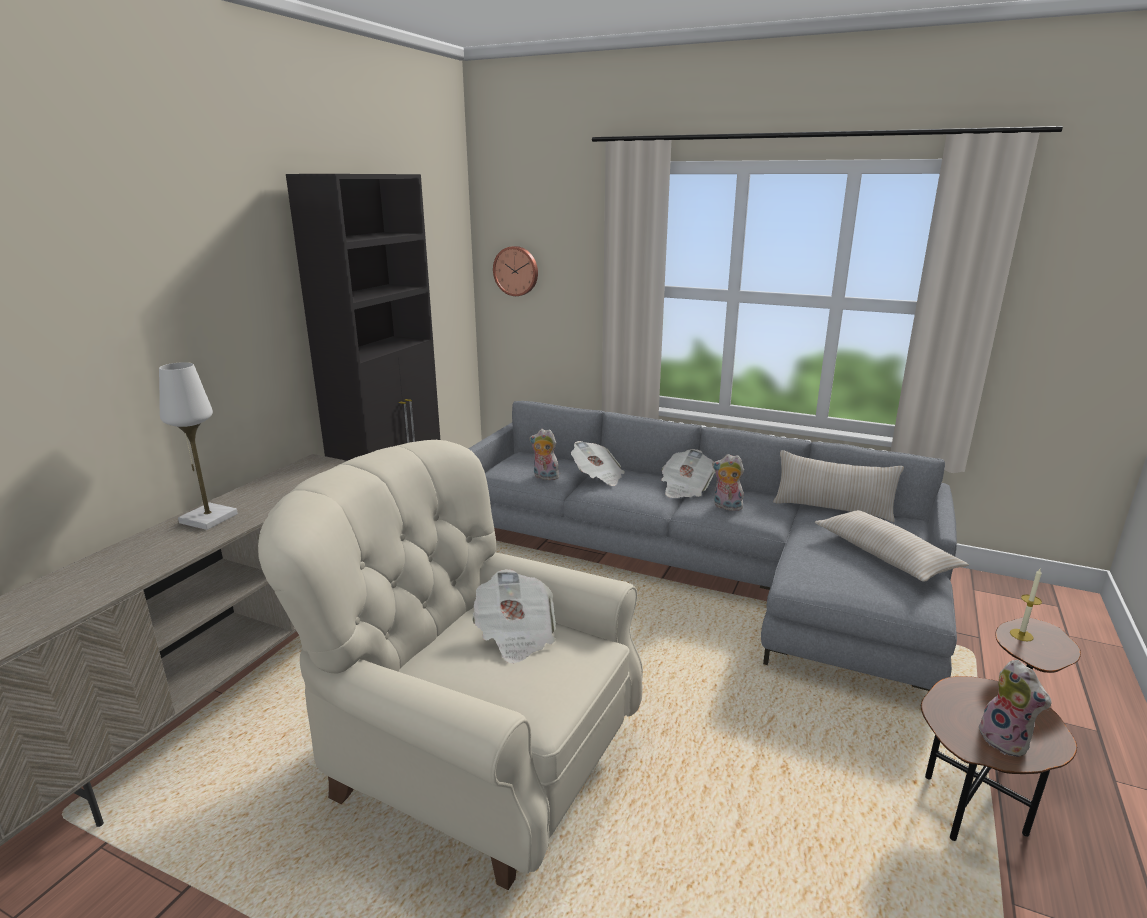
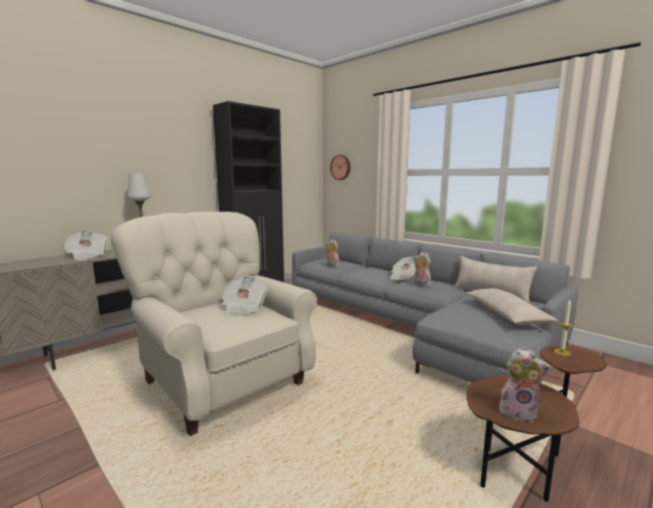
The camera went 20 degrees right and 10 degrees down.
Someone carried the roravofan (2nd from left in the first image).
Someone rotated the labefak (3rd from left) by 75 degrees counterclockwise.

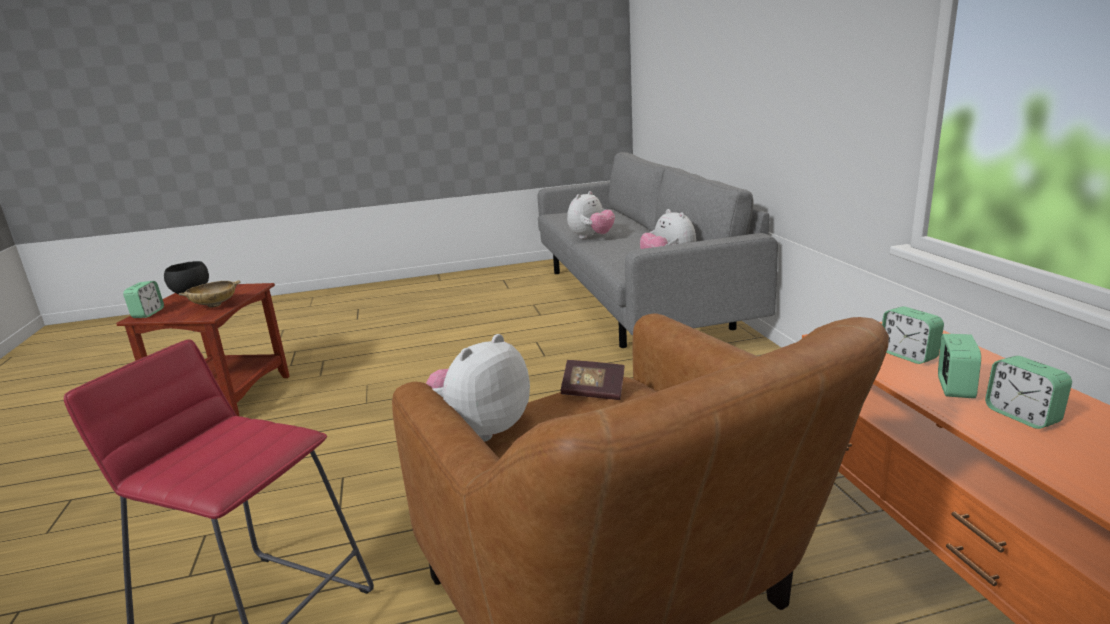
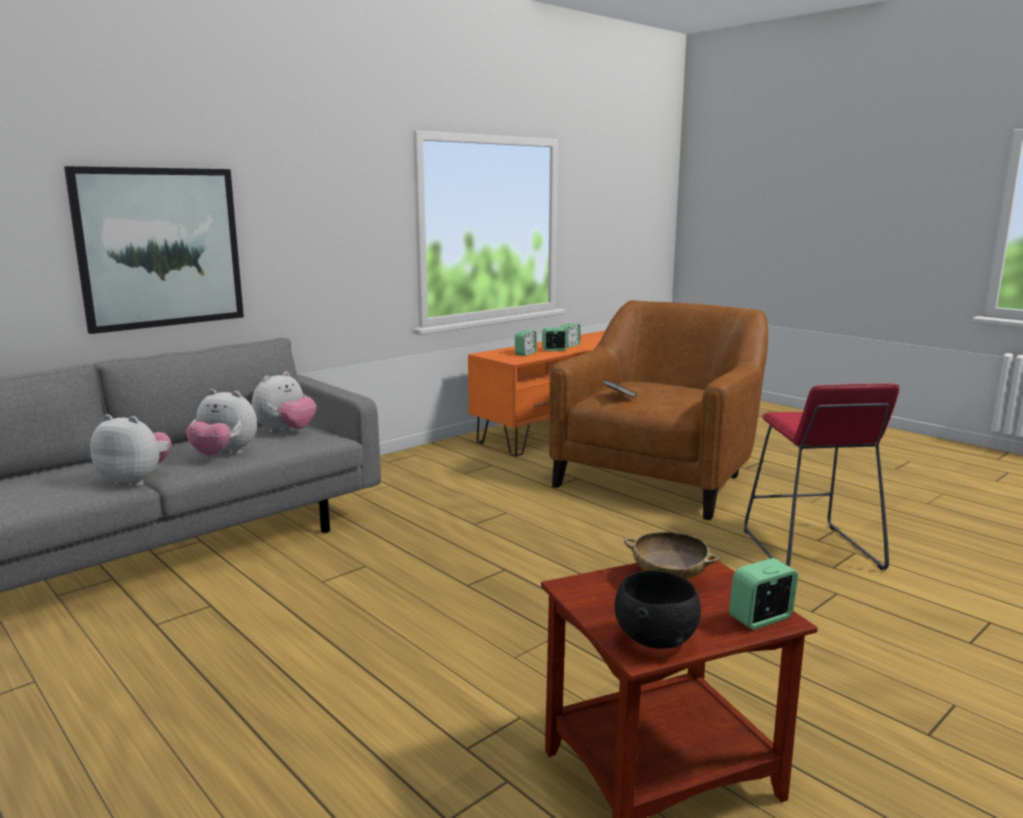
The camera went 120 degrees left and 5 degrees down.
Someone carried the labefak (1st from left in the first image).
Someone put up the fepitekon.

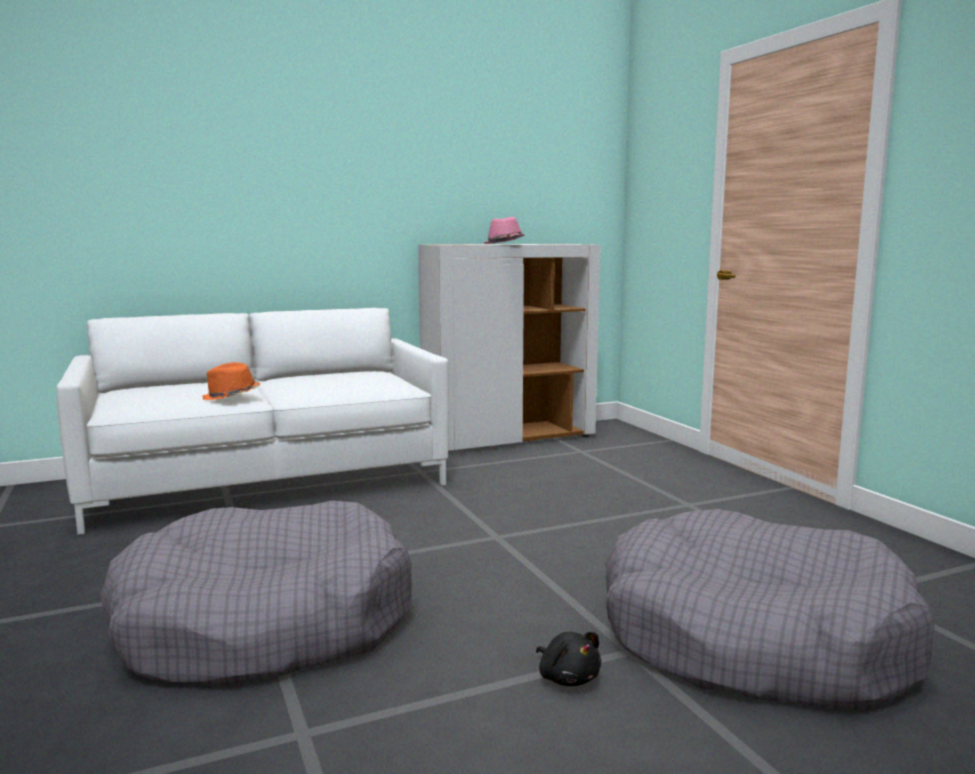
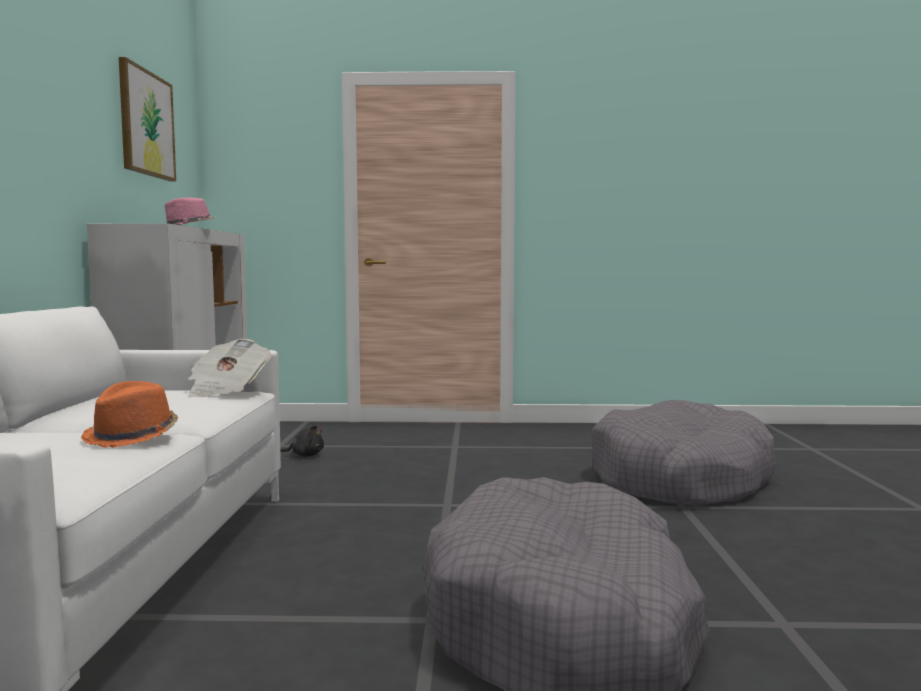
The camera went 65 degrees left and 5 degrees down.
Someone carried the black labefak.
Someone put up the fepitekon.
Someone put down the roravofan.

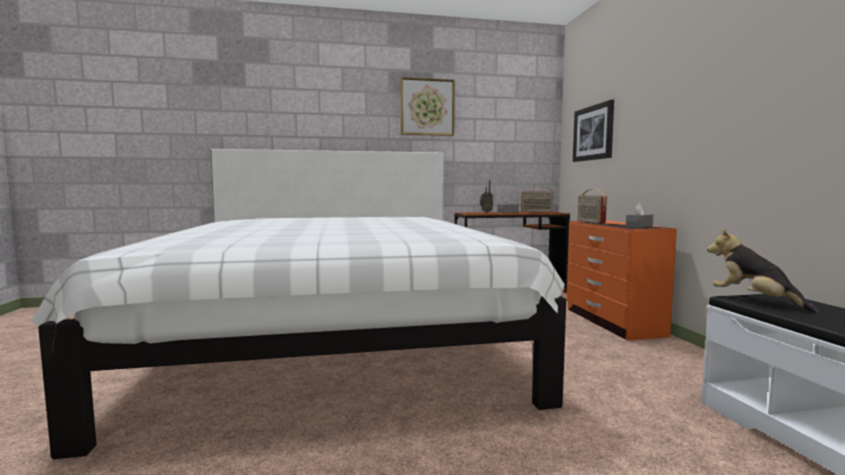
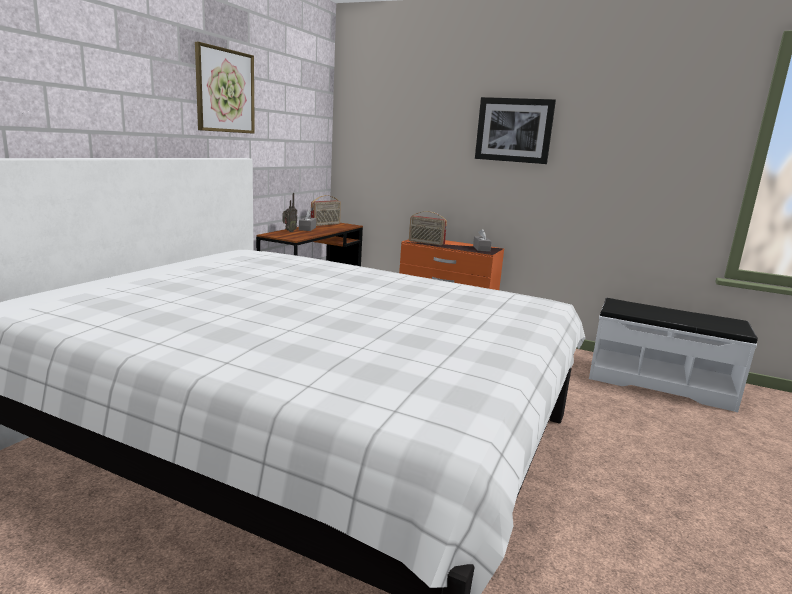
The camera went 55 degrees left and 10 degrees up.
Someone carried the fepitekon (2nd from left).
Someone took away the labefak.

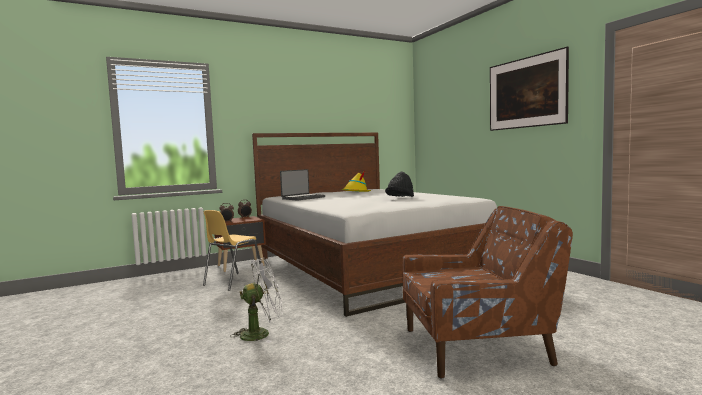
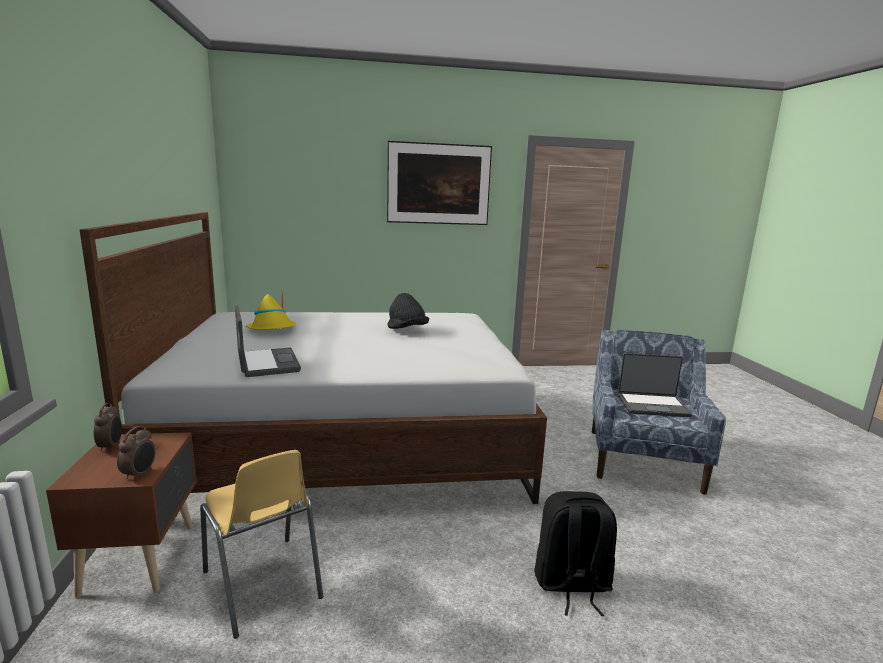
The camera went 70 degrees left and 10 degrees up.
Someone swapped the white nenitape for the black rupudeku.
Someone repainted the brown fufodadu, which became the blue fufodadu.
Someone put down the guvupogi (2nd from left).

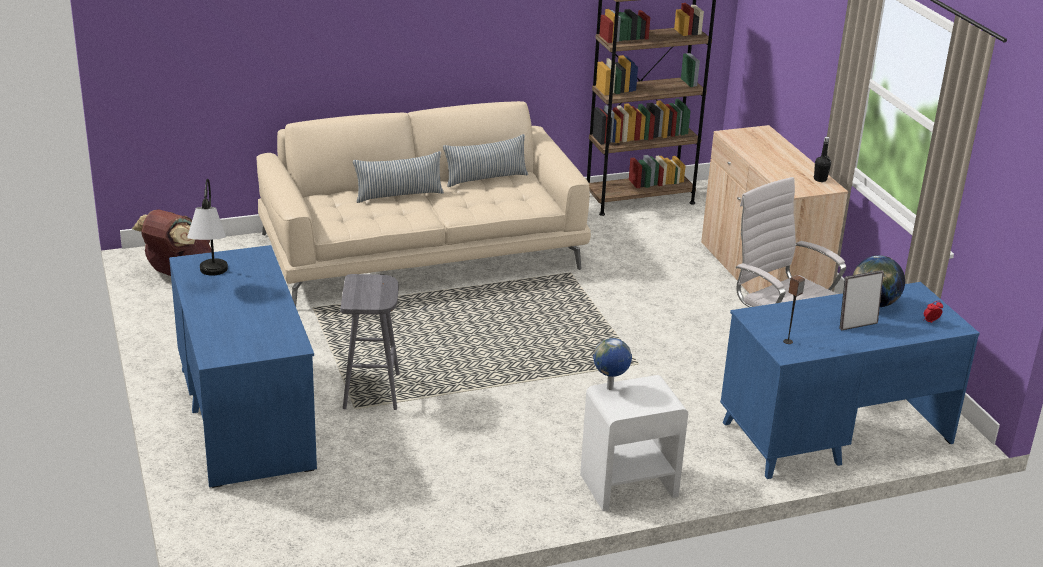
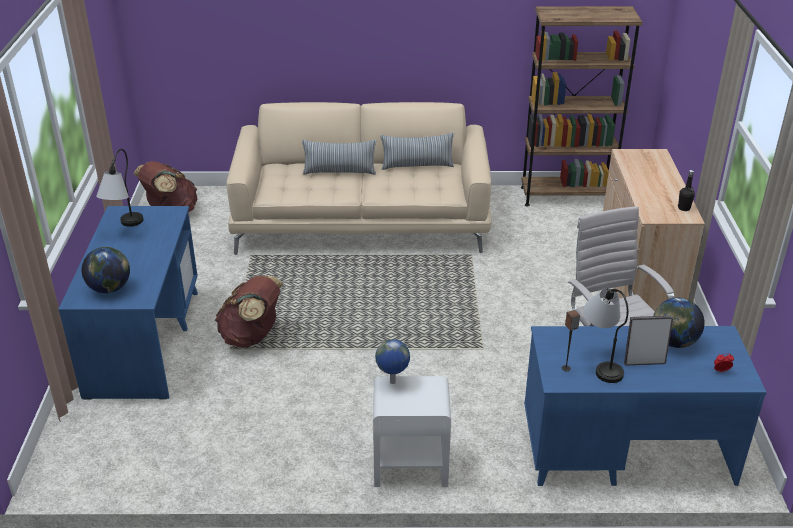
The camera went 20 degrees right and 5 degrees up.
Someone swapped the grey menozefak for the brown rupudeku (2nd from left).
Someone put down the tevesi (1st from left).
Someone put down the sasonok (2nd from left).

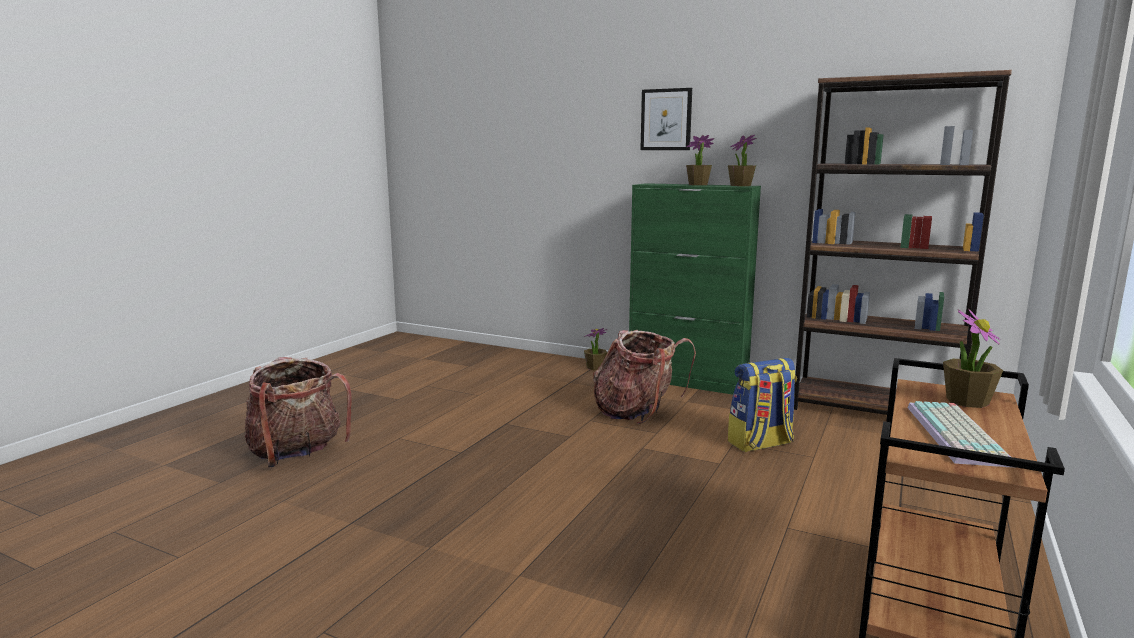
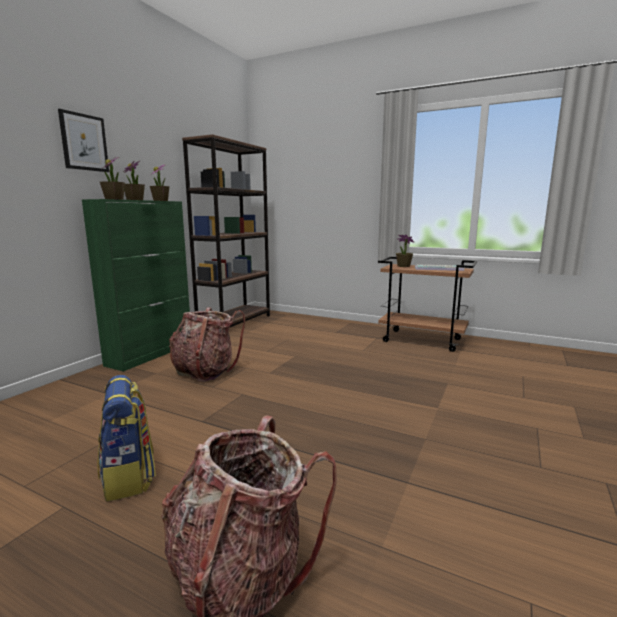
The camera went 90 degrees left and 0 degrees up.
Someone carried the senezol (1st from left).
Someone carried the rupudeku (3rd from left in the first image).

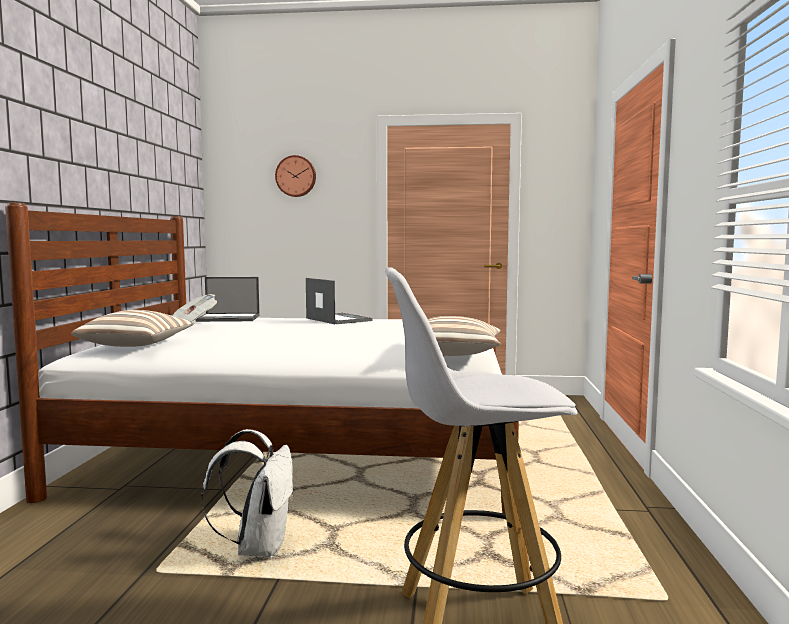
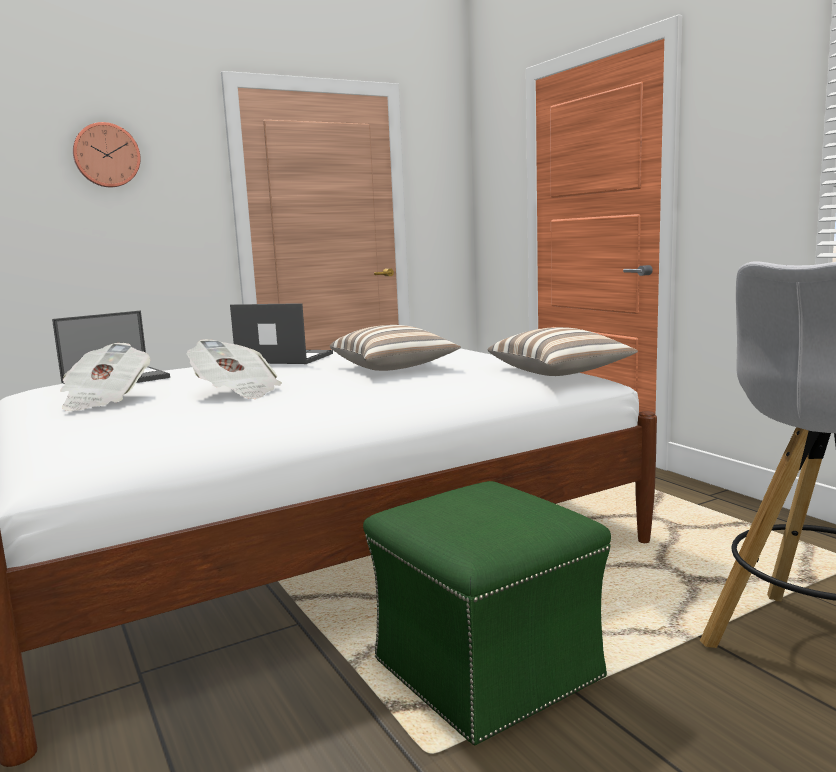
The camera went 35 degrees left and 5 degrees up.
Someone carried the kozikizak (1st from left).
Someone swapped the white rupudeku for the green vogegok.
Someone put down the roravofan (2nd from left).

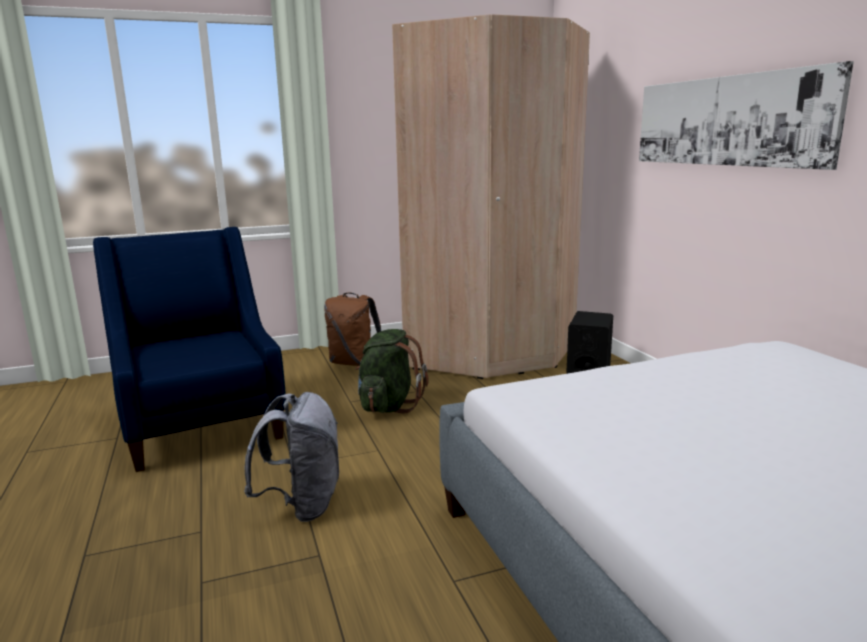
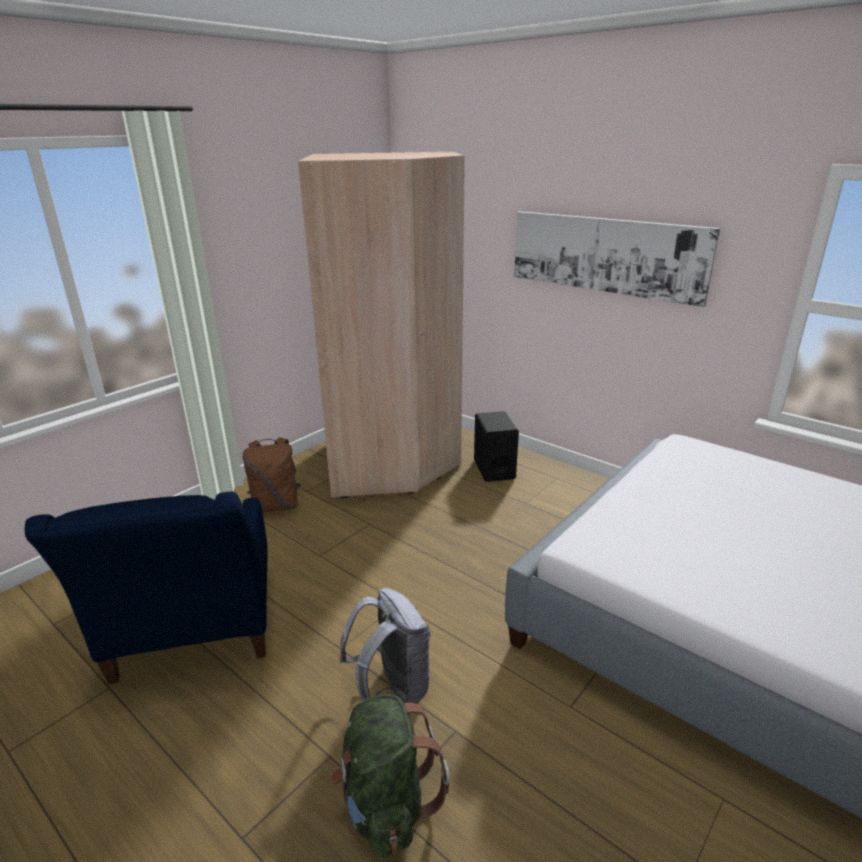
The camera went 30 degrees left and 10 degrees up.
Someone rotated the blue fufodadu by 135 degrees counterclockwise.
Someone carried the green rupudeku.

